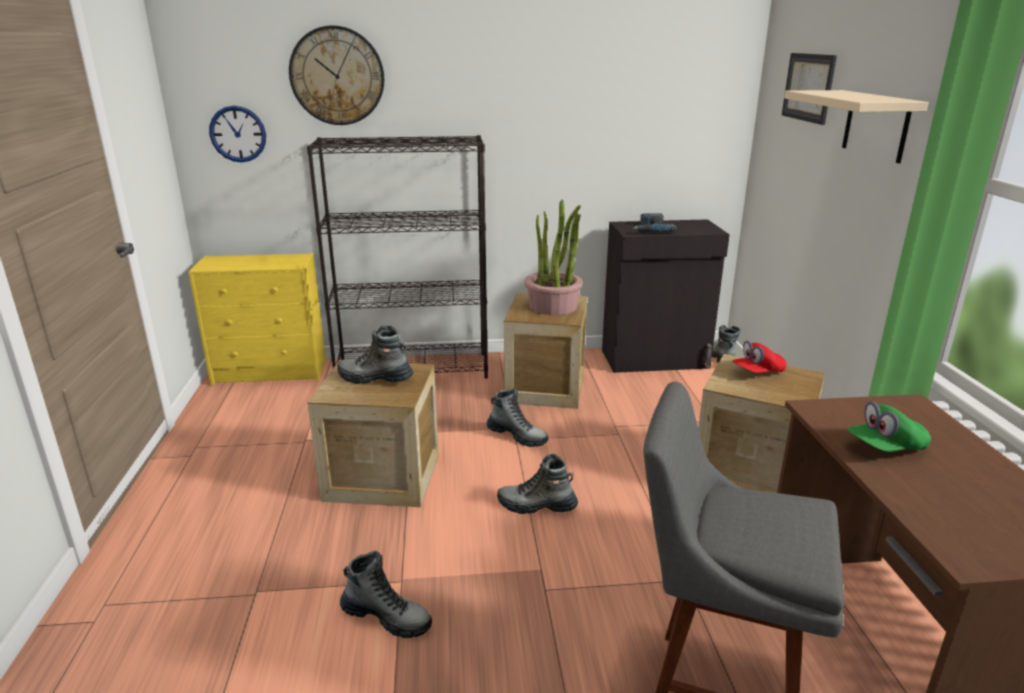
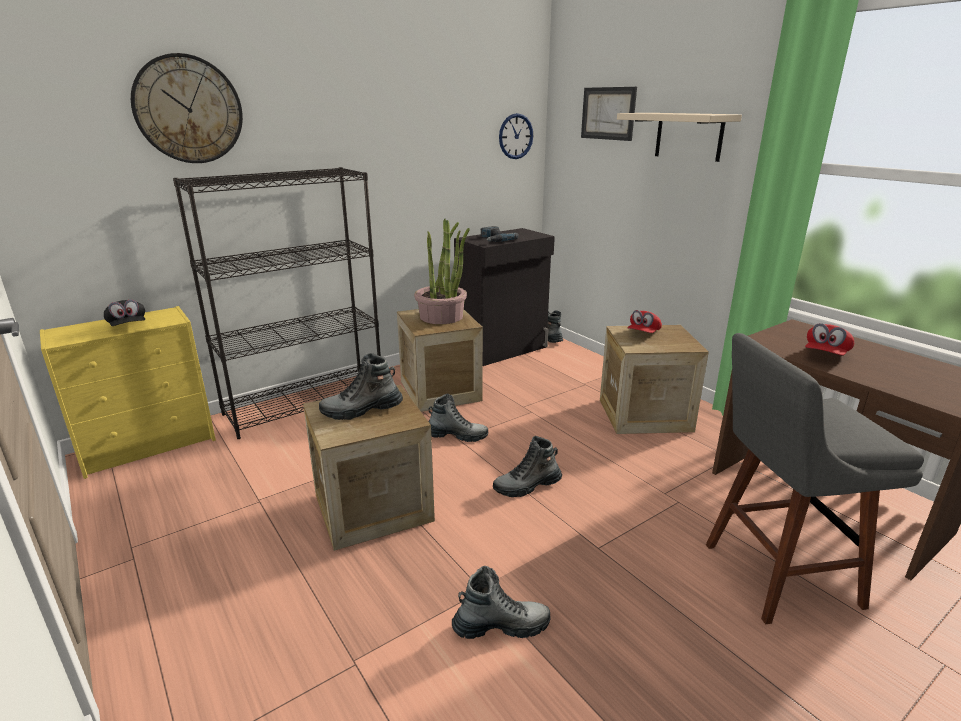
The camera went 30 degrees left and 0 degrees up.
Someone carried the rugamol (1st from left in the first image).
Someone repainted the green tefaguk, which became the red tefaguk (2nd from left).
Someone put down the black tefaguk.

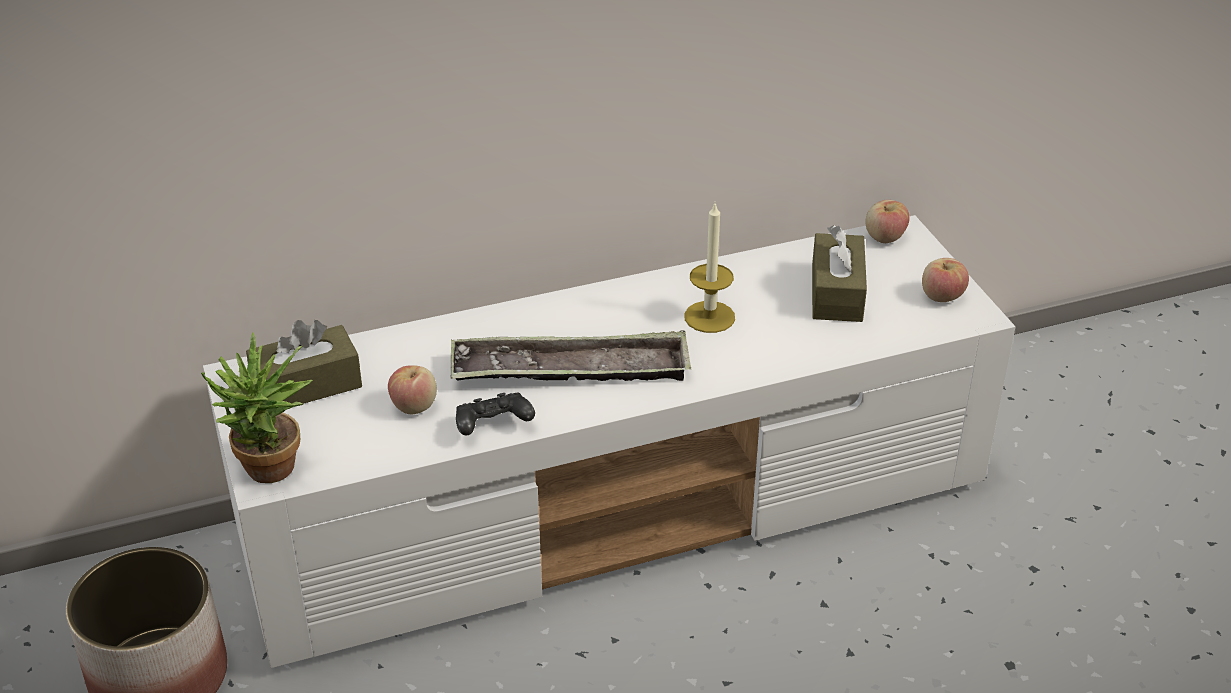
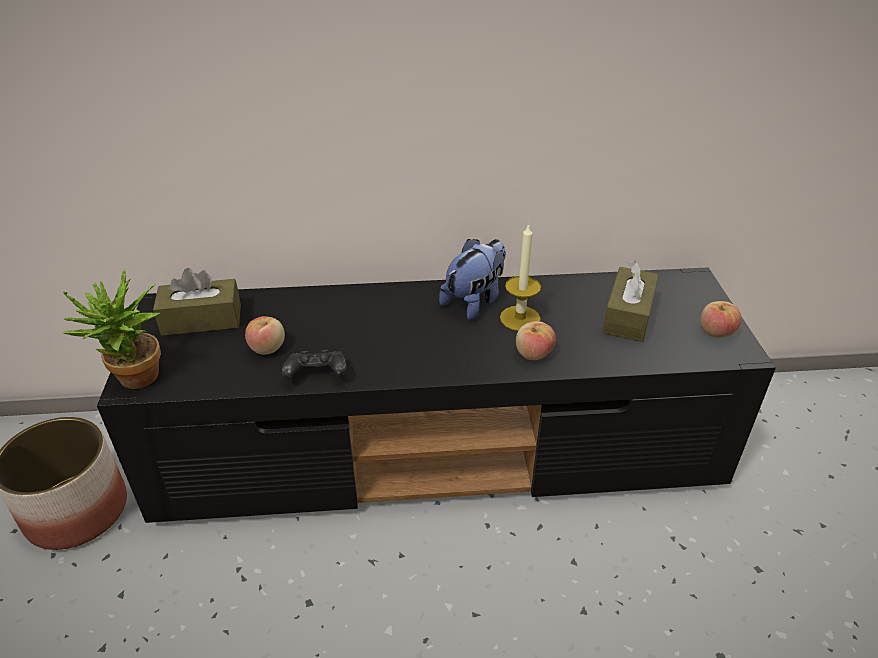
The camera went 15 degrees right and 0 degrees up.
Someone repainted the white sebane, which became the black sebane.
Someone took away the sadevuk.
Someone carried the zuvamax (2nd from left).
Someone put down the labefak.

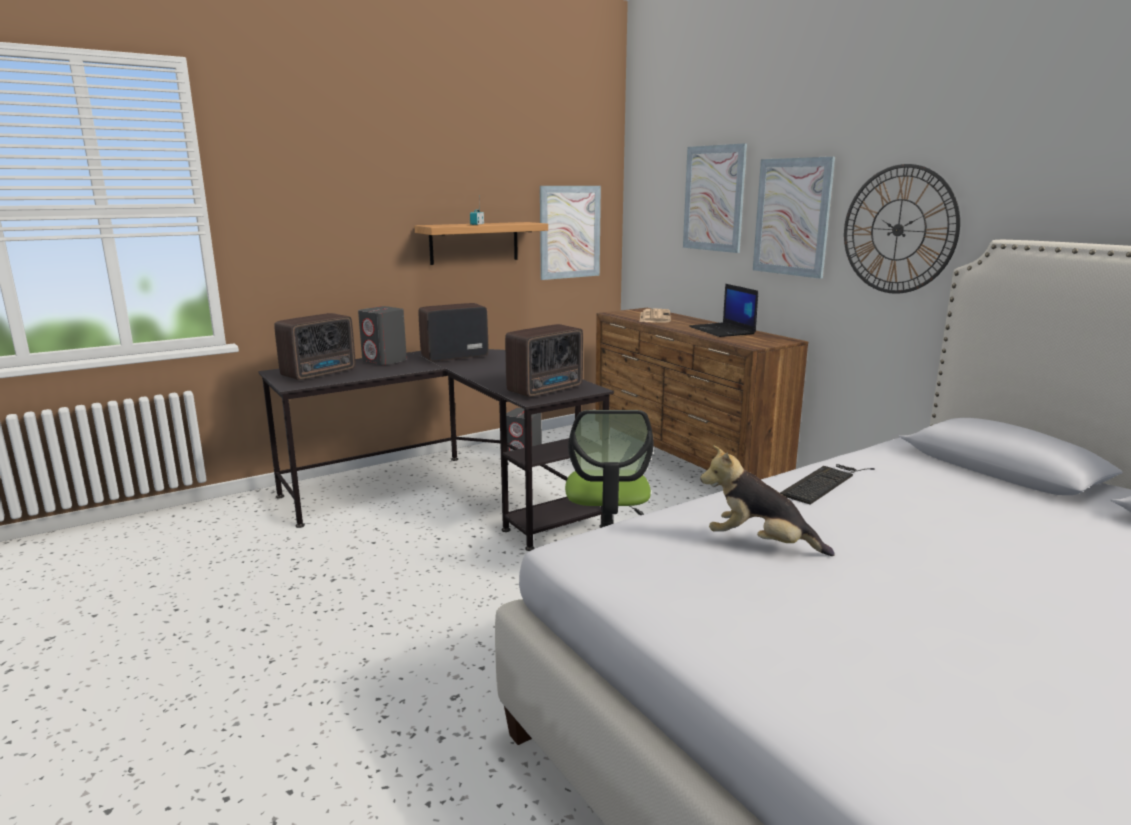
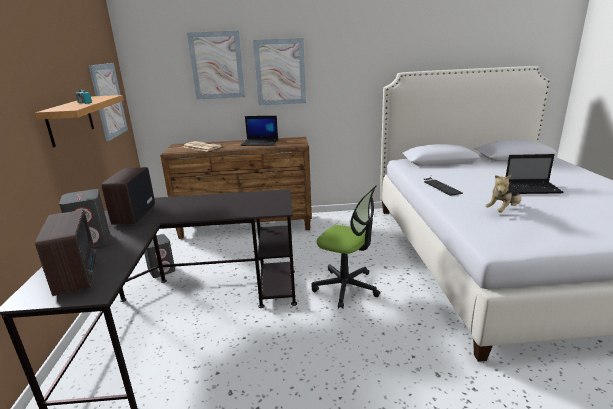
The camera went 60 degrees left and 5 degrees up.
Someone took away the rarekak (4th from left).
Someone took away the rugamol.
Someone put down the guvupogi (2nd from left).

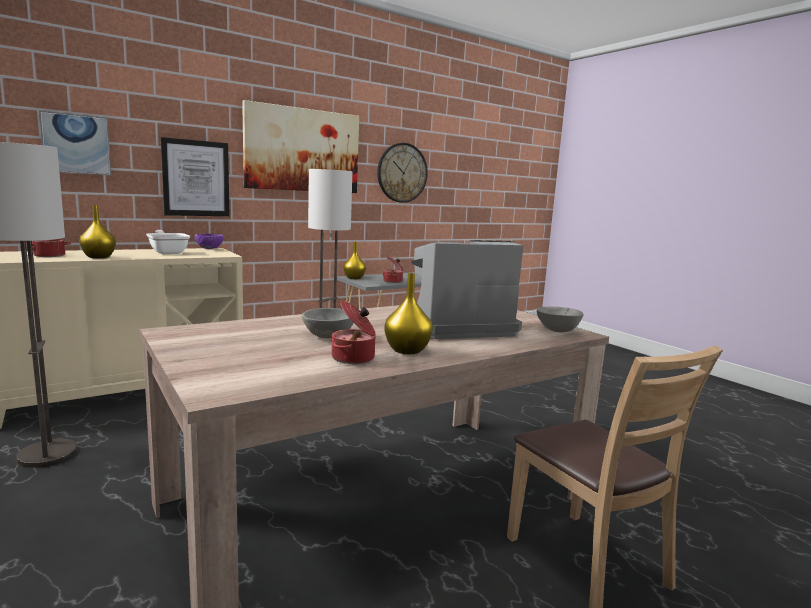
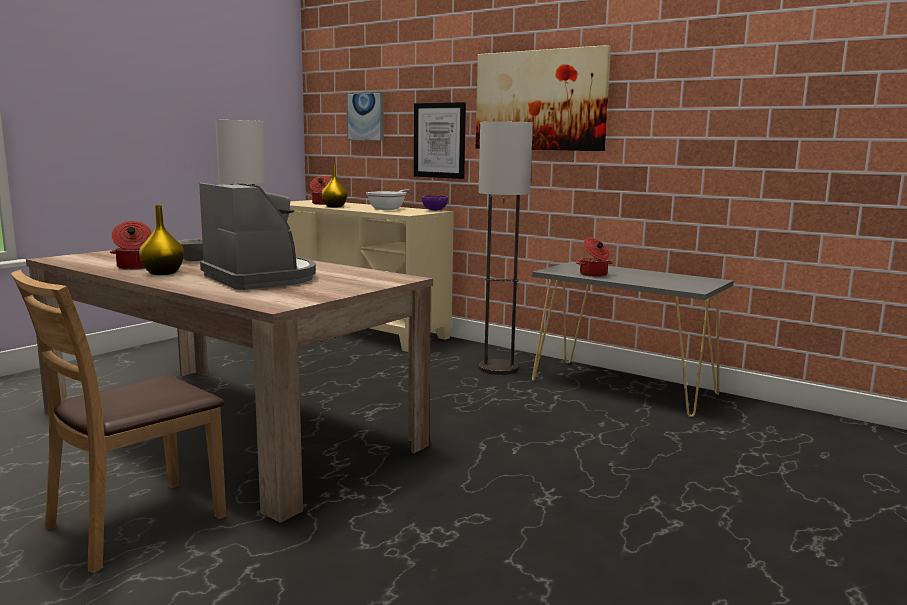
The camera went 70 degrees right and 0 degrees up.
Someone took away the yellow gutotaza (2nd from left).
Someone took away the rugamol.
Someone took away the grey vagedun (2nd from left).

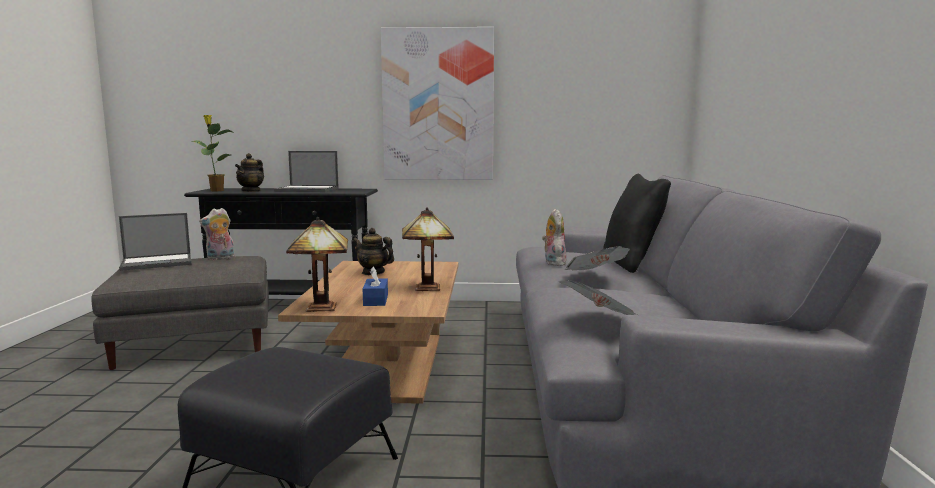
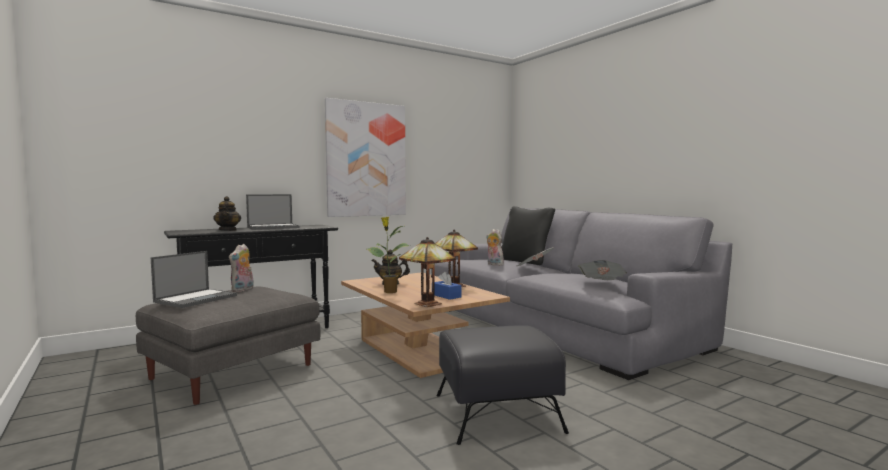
The camera went 35 degrees left and 5 degrees down.
Someone carried the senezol.

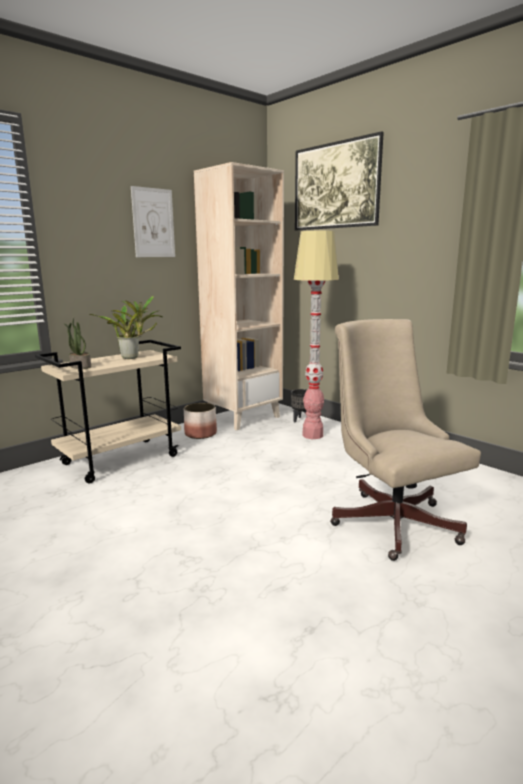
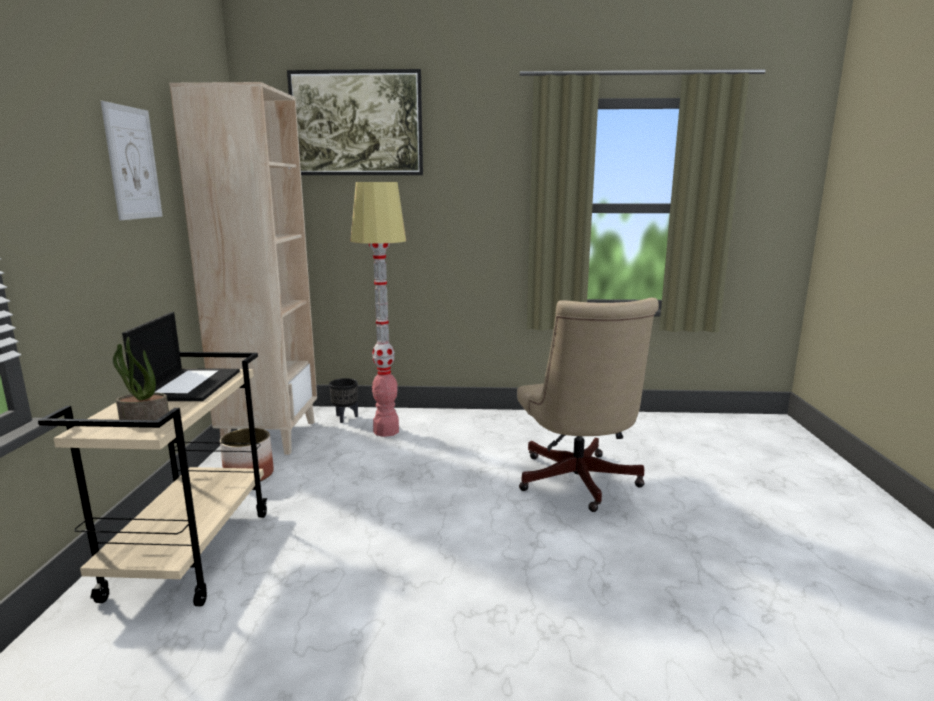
The camera went 45 degrees left and 0 degrees up.
Someone swapped the senezol (2nd from left) for the guvupogi.
Someone rotated the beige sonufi by 120 degrees counterclockwise.

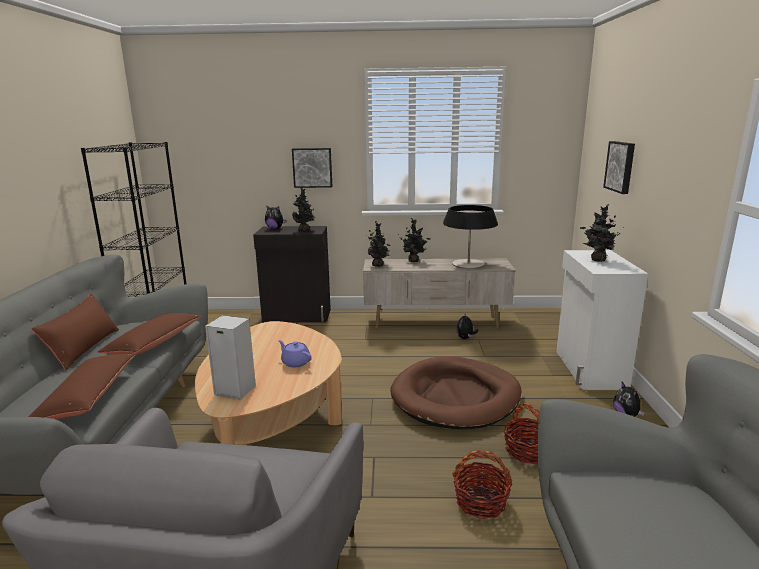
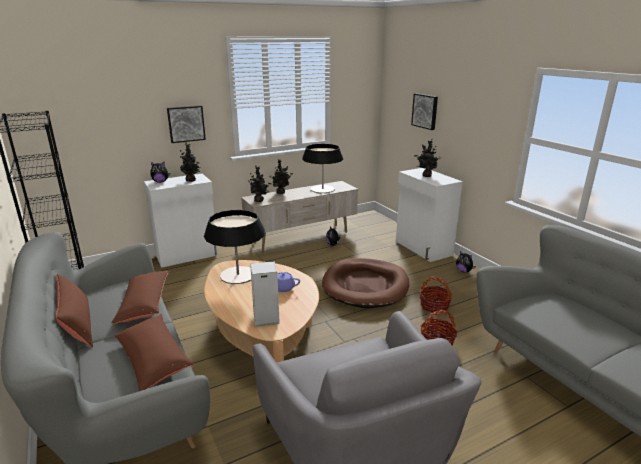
The camera went 30 degrees left and 5 degrees up.
Someone repainted the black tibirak, which became the white tibirak (1st from left).
Someone put down the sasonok (1st from left).

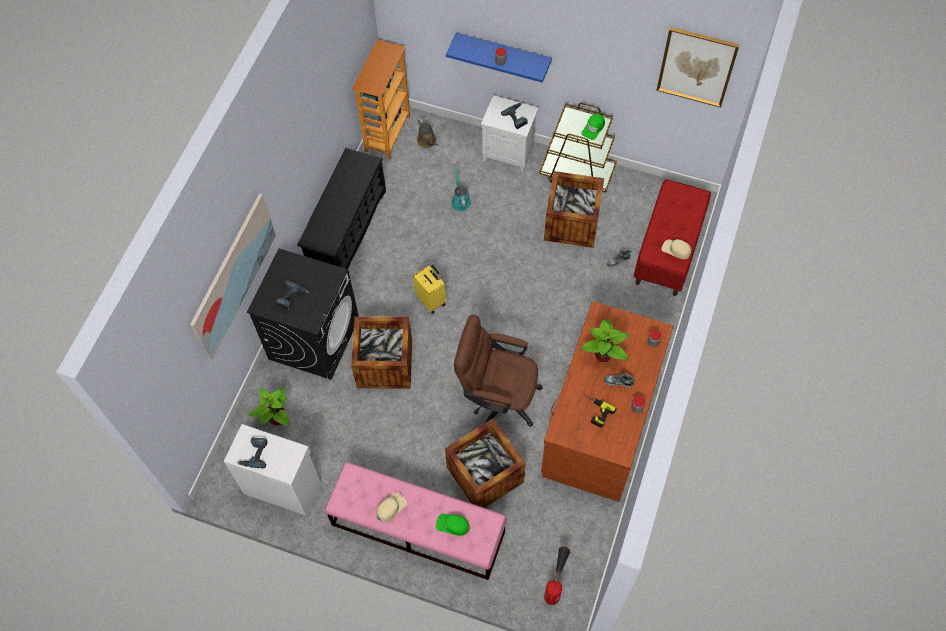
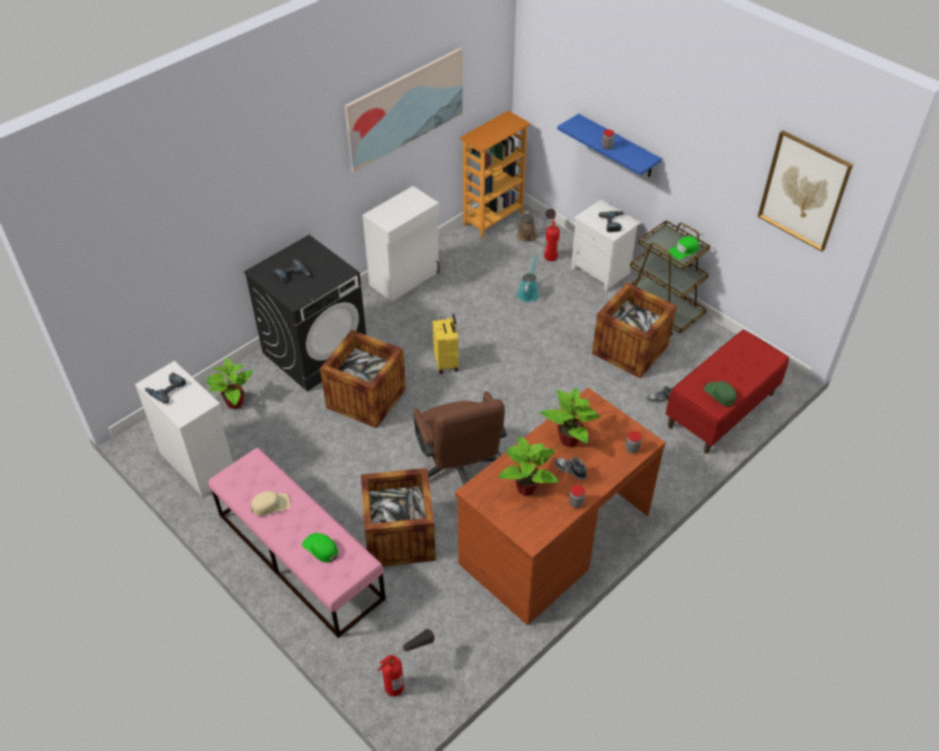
The camera went 25 degrees right and 15 degrees down.
Someone carried the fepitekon (1st from left).
Someone swapped the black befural for the white tibirak (2nd from left).
Someone rotated the brown sonufi by 150 degrees counterclockwise.
Someone swapped the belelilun (4th from left) for the senezol (2nd from left).
Someone repainted the beige tefaguk (2nd from left), which became the green tefaguk (3rd from left).
Someone put down the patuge (2nd from left).

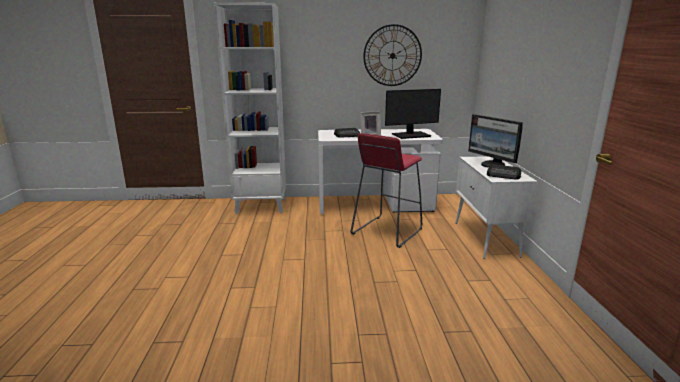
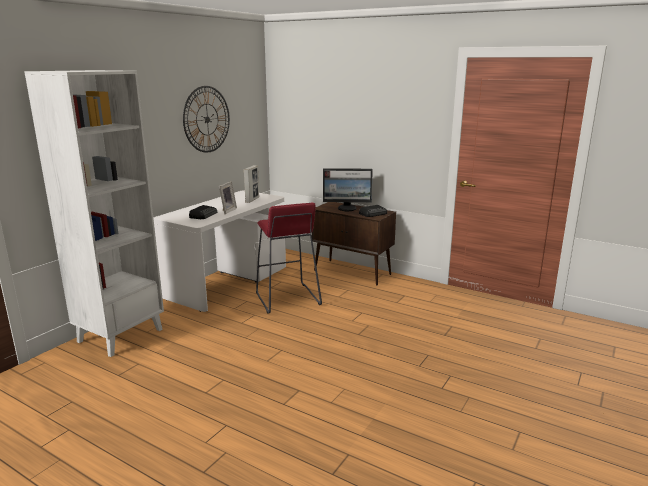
The camera went 55 degrees left and 0 degrees up.
Someone swapped the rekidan (1st from left) for the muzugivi (2nd from left).
Someone repainted the white tibirak, which became the brown tibirak.

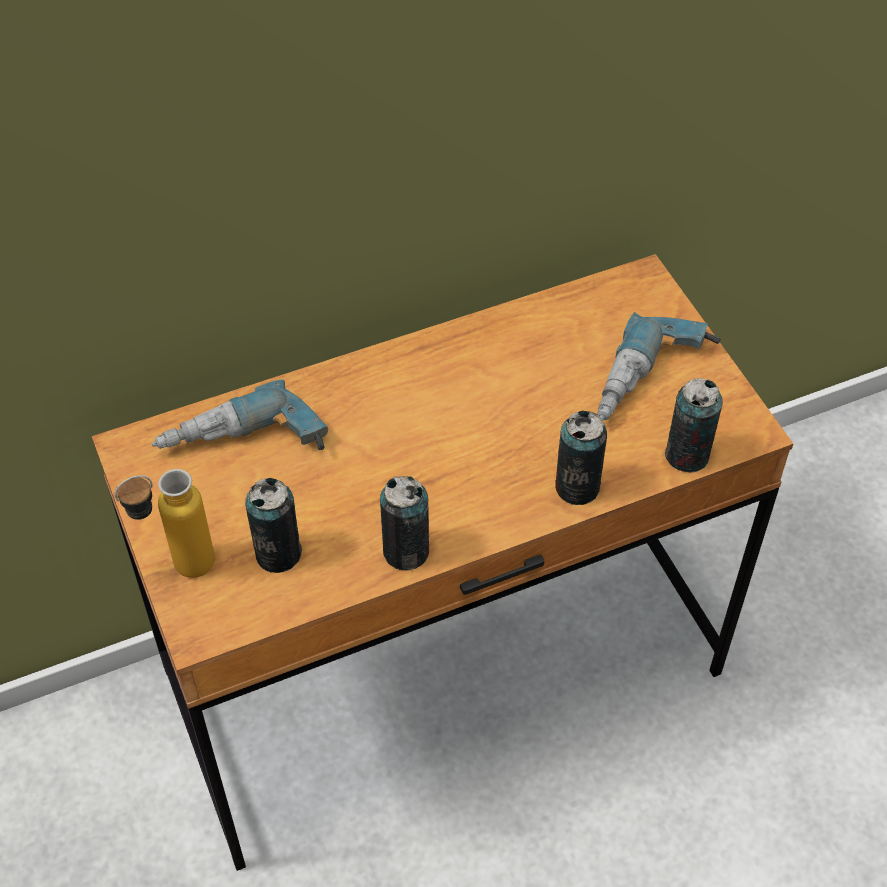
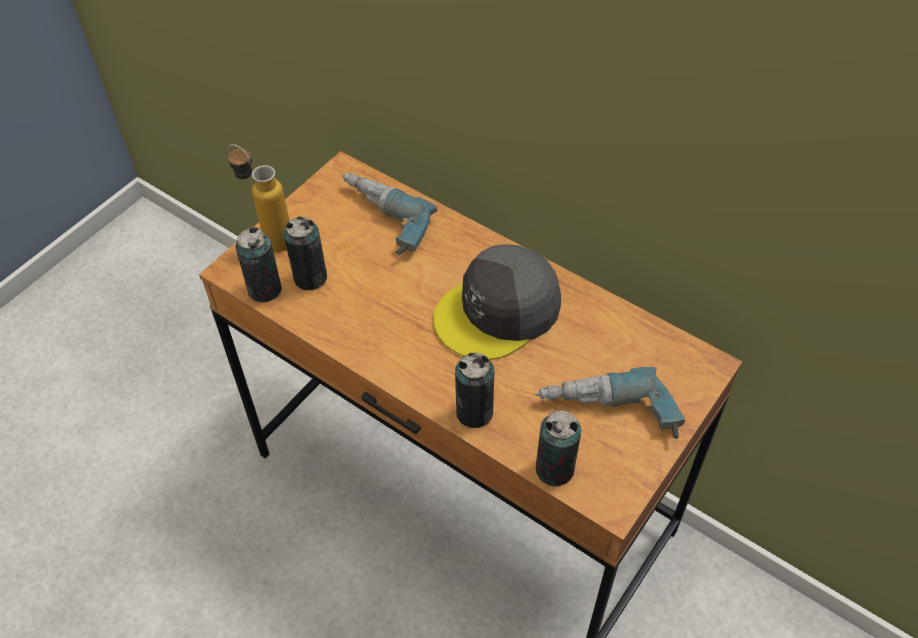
The camera went 60 degrees right and 0 degrees up.
Someone carried the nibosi (2nd from left in the first image).
Someone put down the grey tefaguk.

